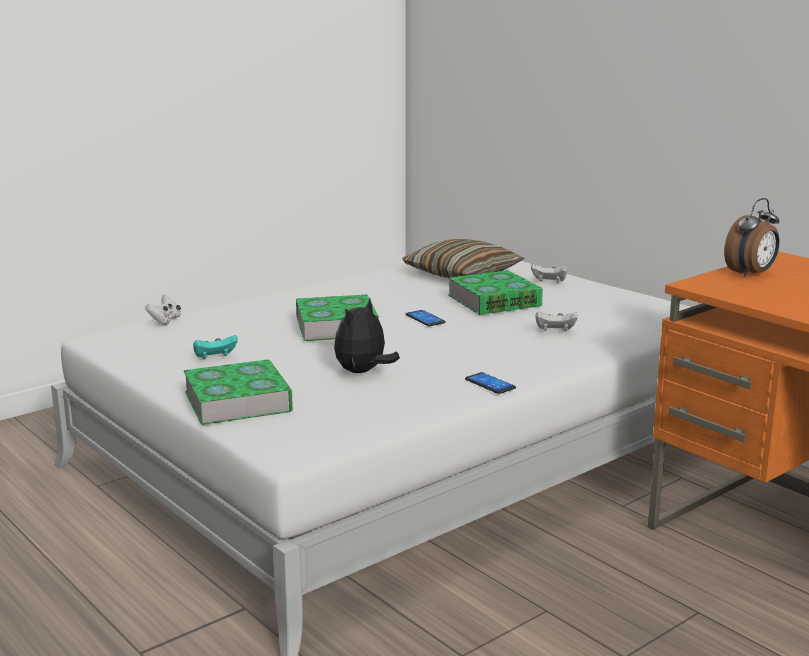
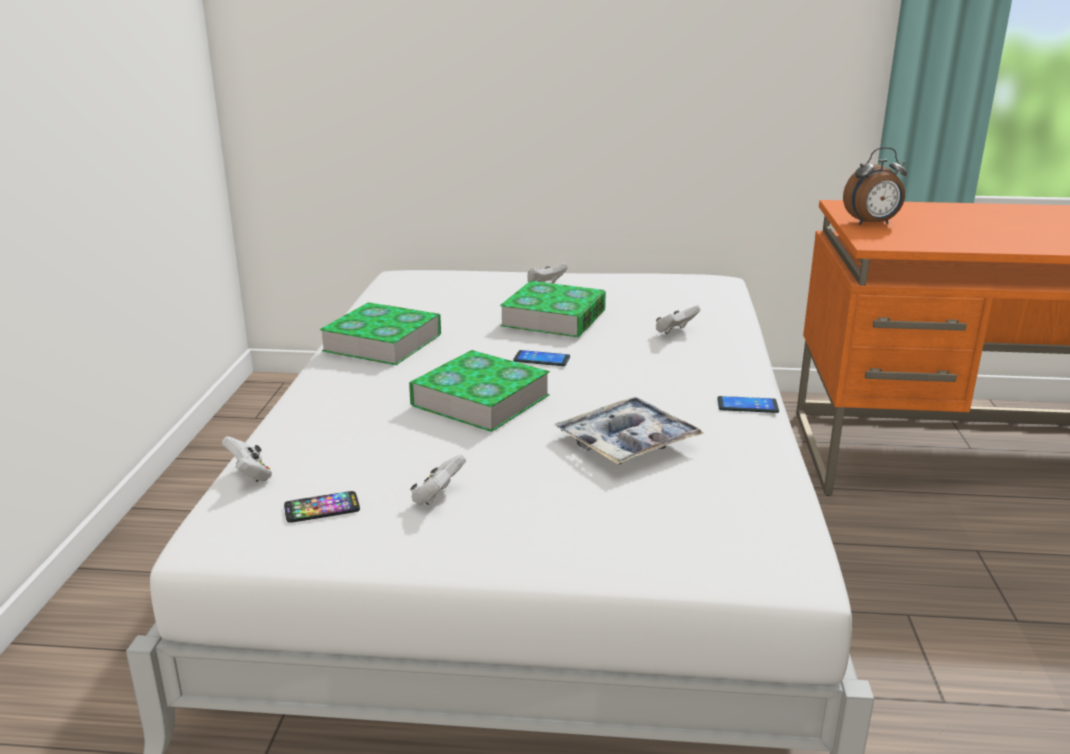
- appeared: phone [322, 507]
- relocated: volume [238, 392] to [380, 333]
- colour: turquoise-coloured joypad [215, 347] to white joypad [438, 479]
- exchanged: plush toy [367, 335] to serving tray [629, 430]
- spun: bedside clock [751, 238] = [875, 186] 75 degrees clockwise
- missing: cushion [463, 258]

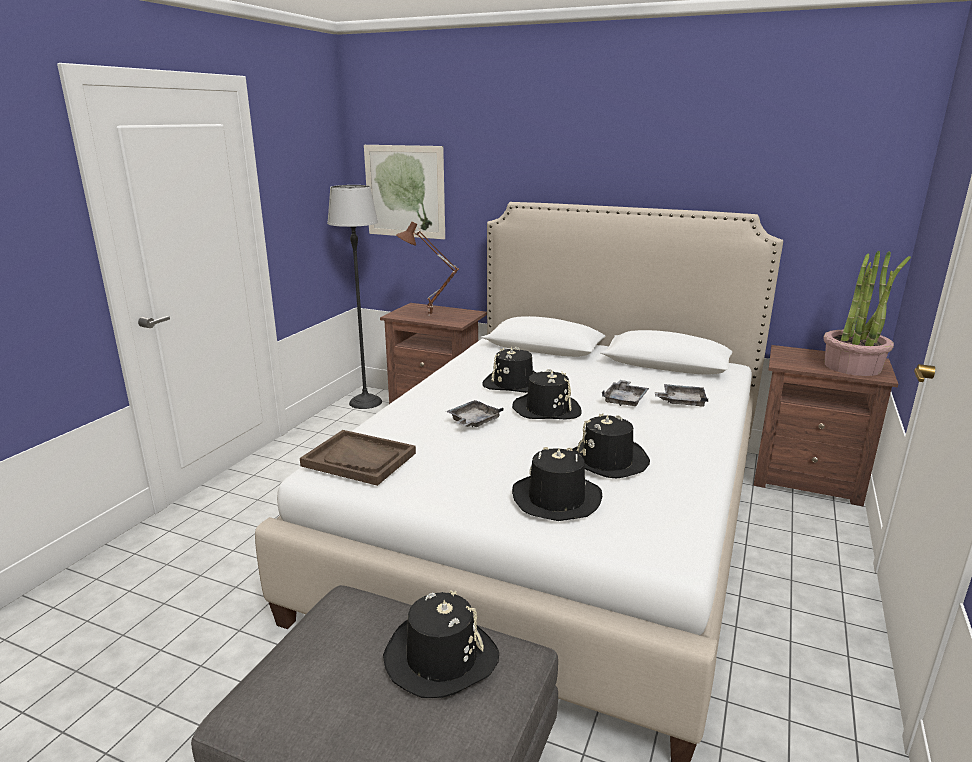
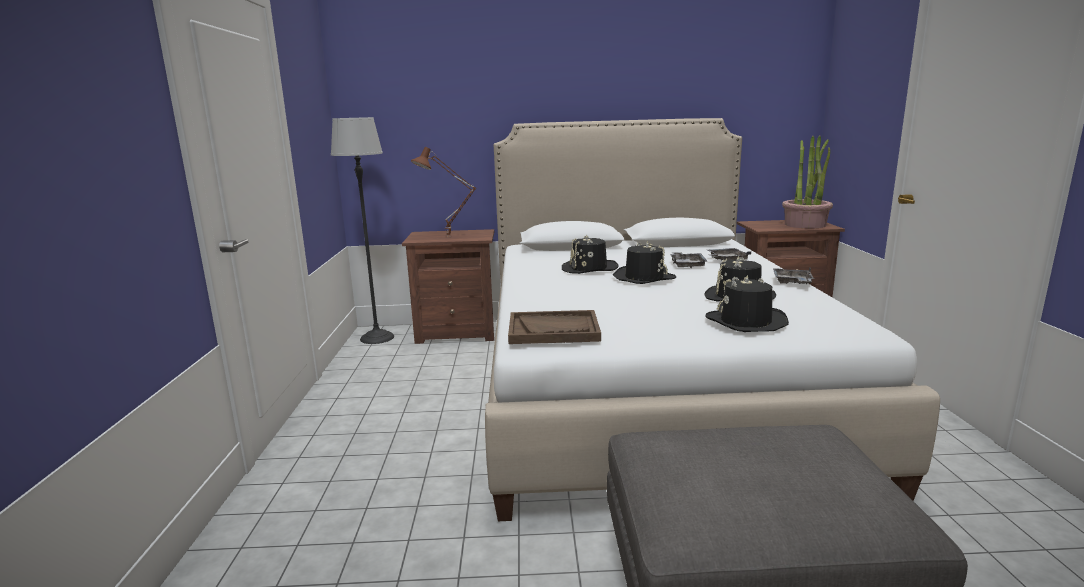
- relocated: grey serving tray [475, 413] to [793, 276]
- missing: wall art [404, 192]
- missing: black clothing hat [441, 644]

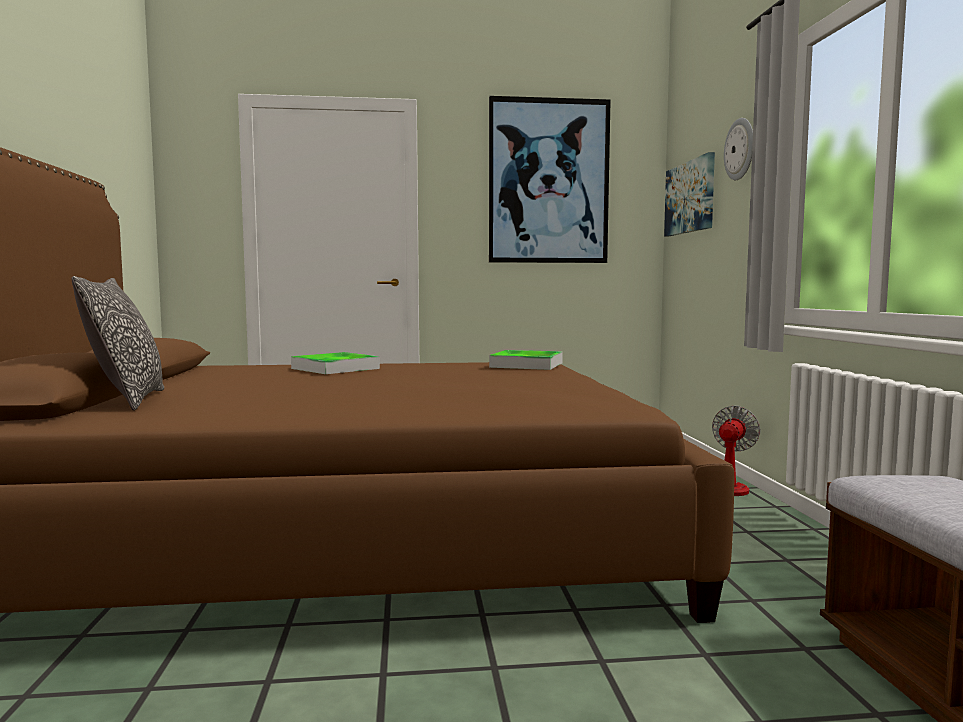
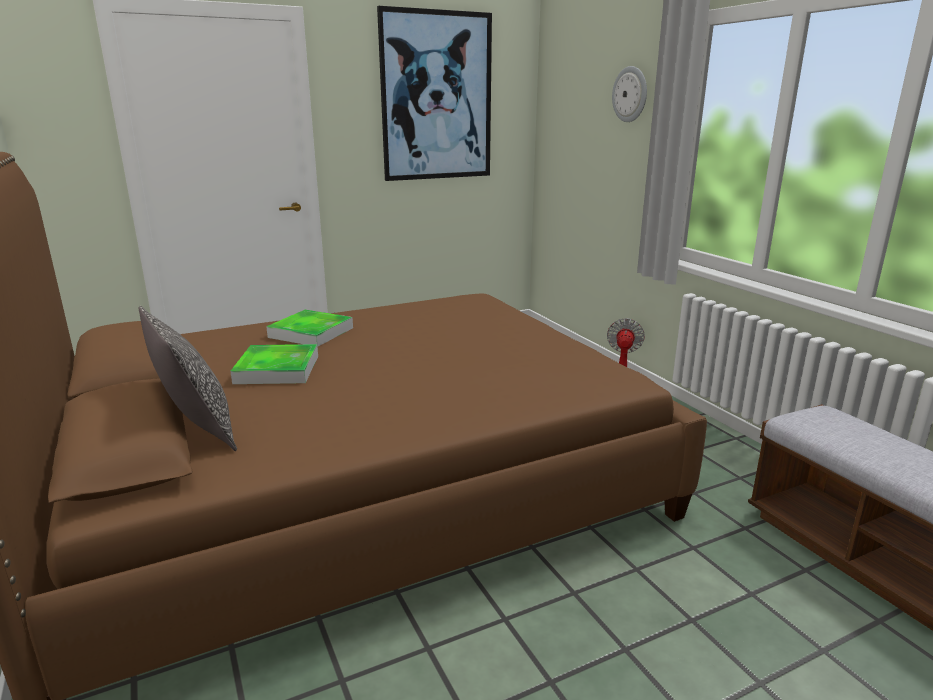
- relocated: serving tray [526, 360] to [274, 364]
- missing: wall art [689, 194]

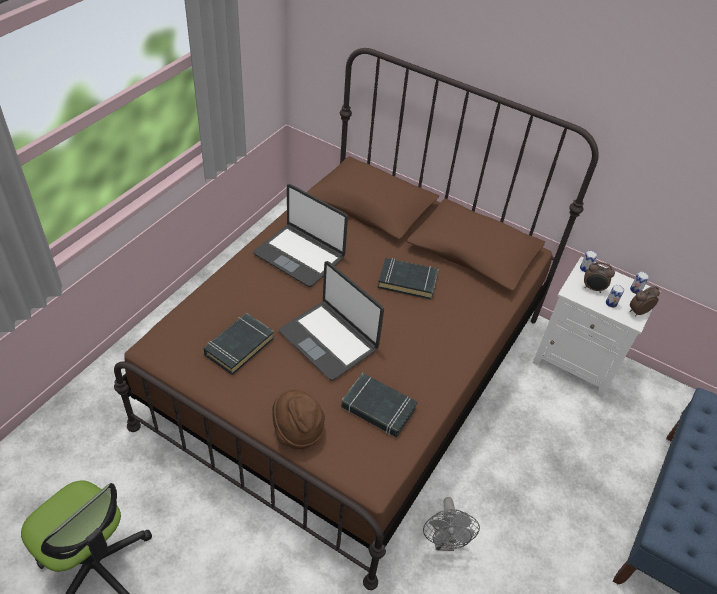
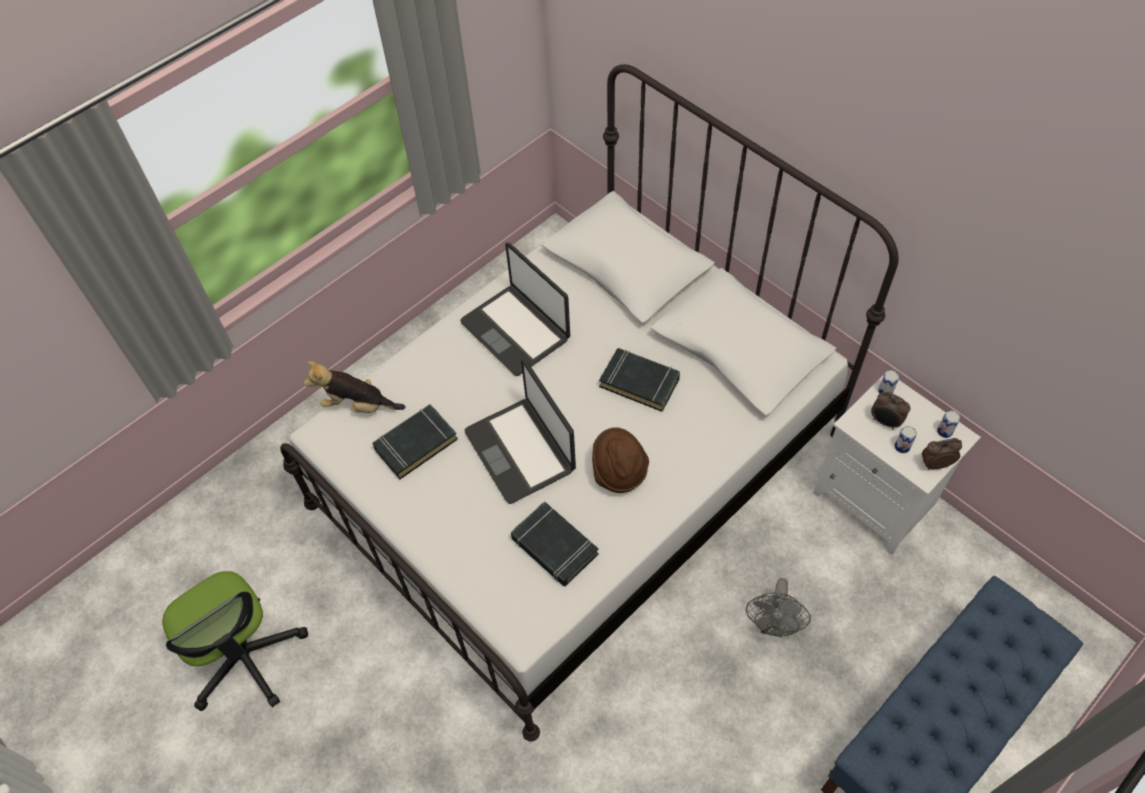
- colour: brown bed [356, 319] to white bed [589, 402]
- appeared: plush toy [354, 387]
- relocated: brown clothing hat [298, 419] to [620, 460]
- relocated: grey cooling fan [451, 524] to [778, 608]

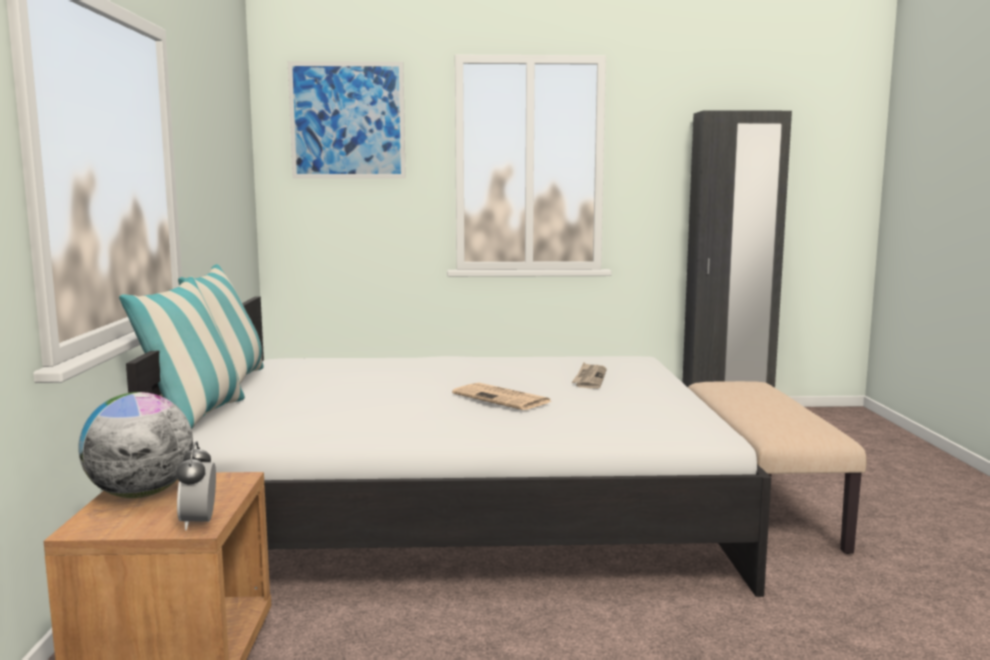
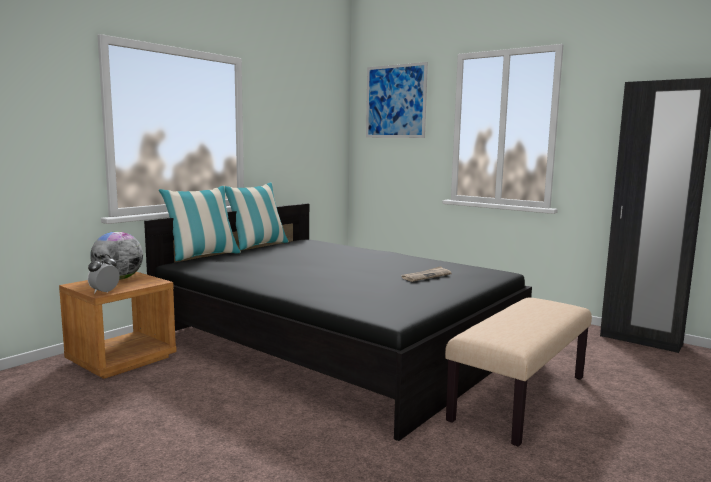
- colour: white bed [448, 447] to black bed [338, 322]
- missing: daily paper [502, 396]

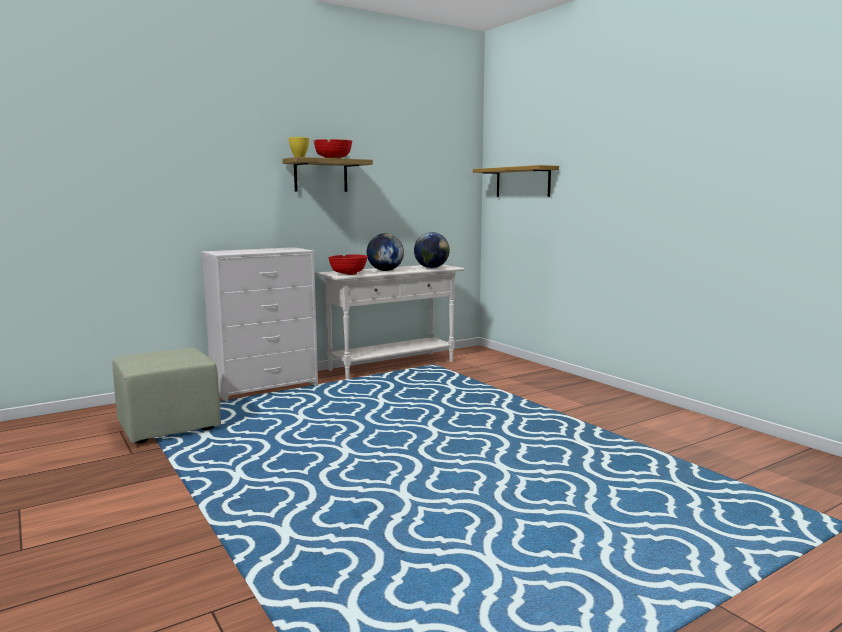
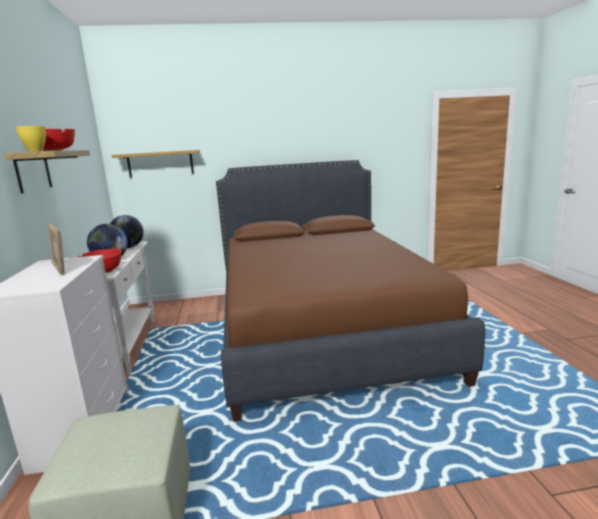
- appeared: standing frame [56, 249]
- appeared: brown bed [350, 291]

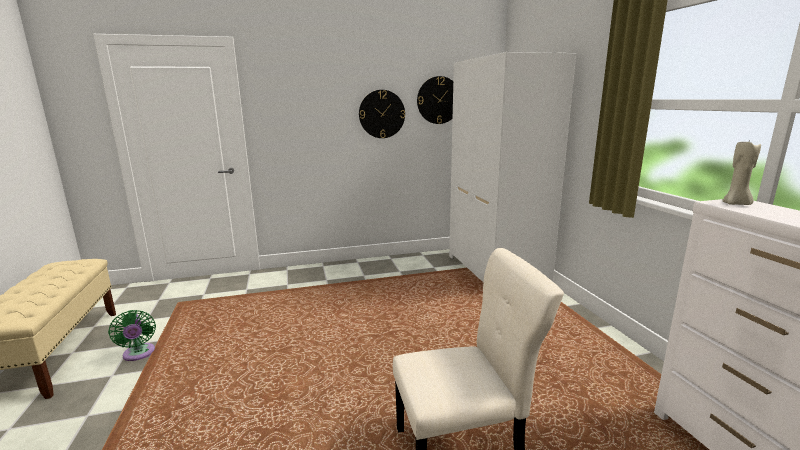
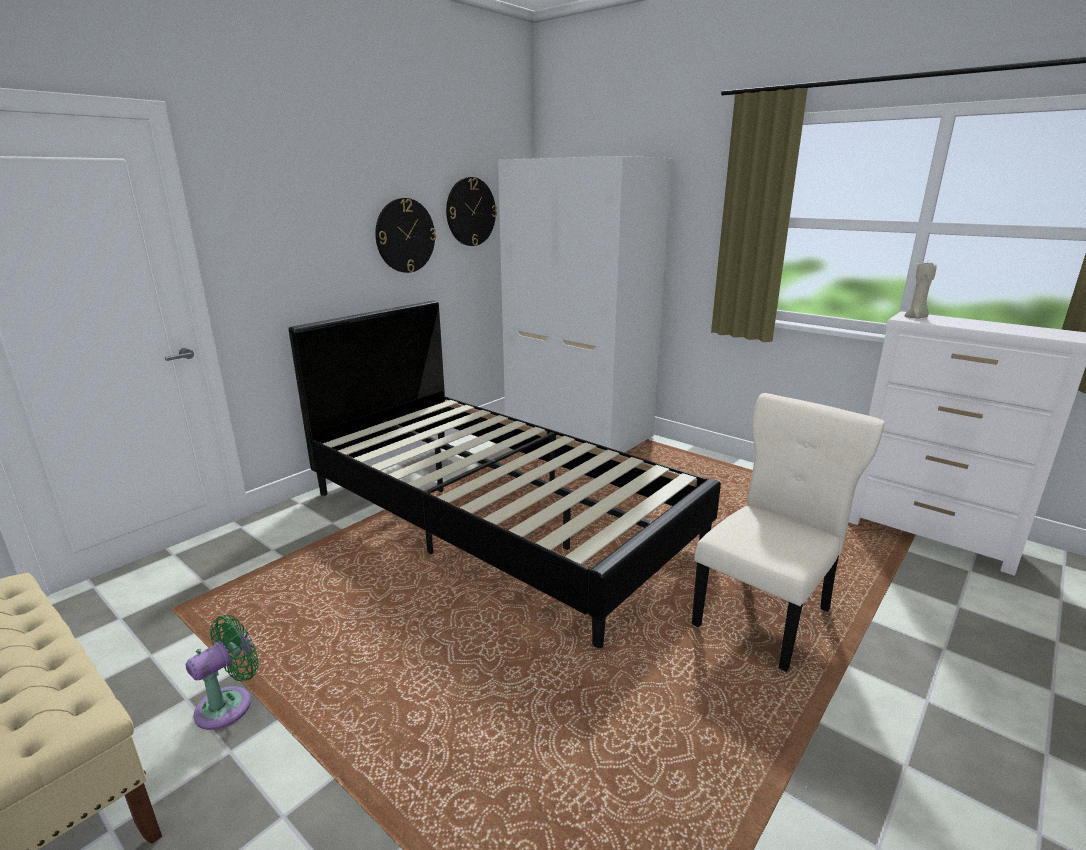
- spun: green cooling fan [132, 335] = [222, 672] 75 degrees counterclockwise
- appeared: black bed [505, 474]

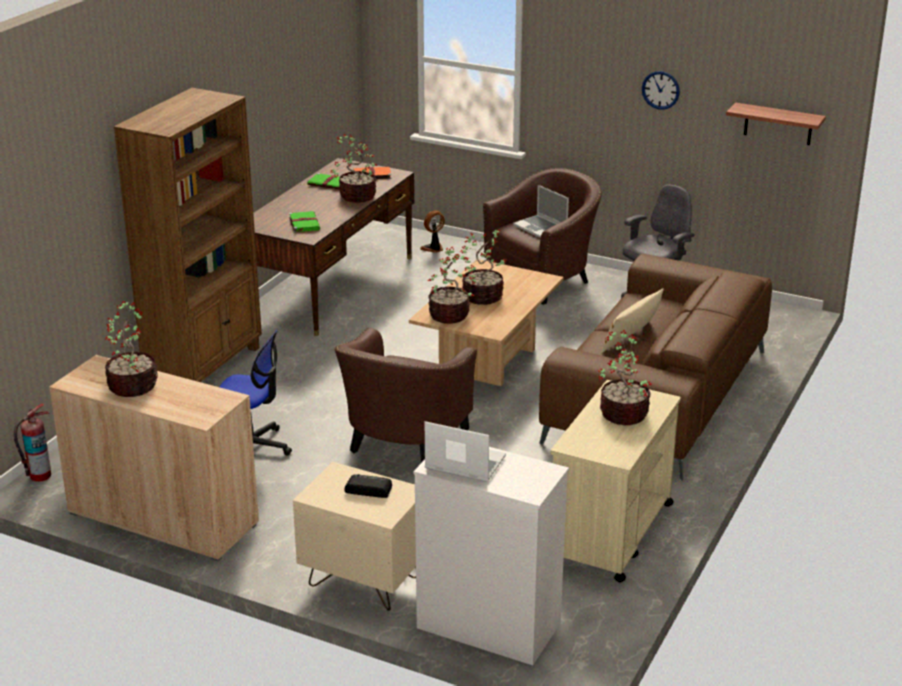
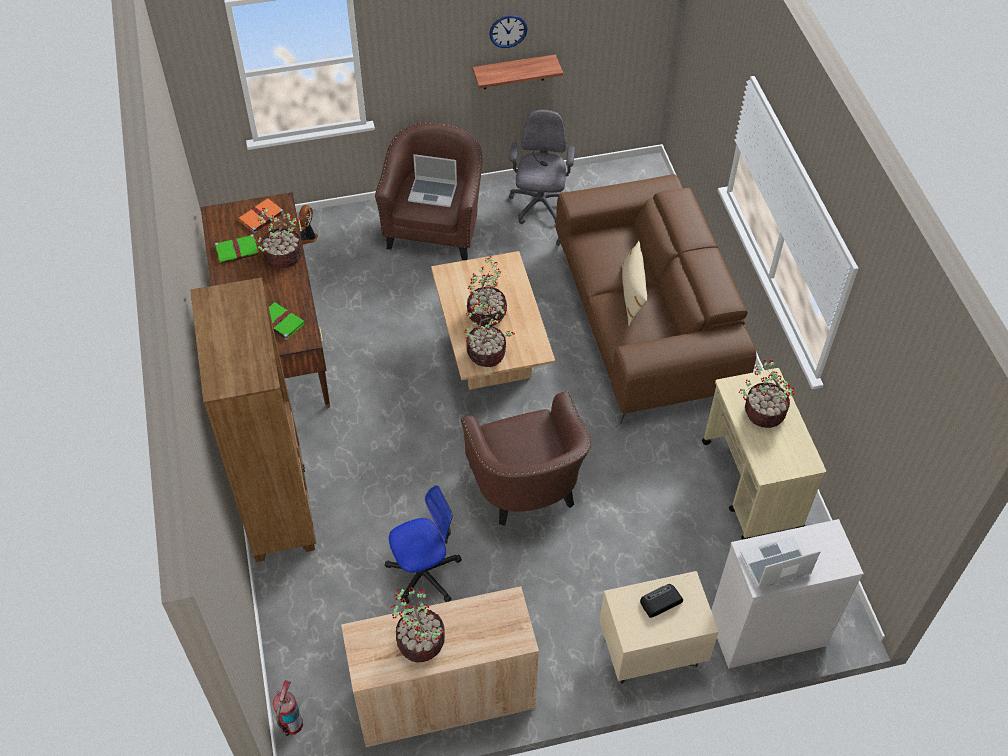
- relocated: shelf [776, 123] to [517, 71]

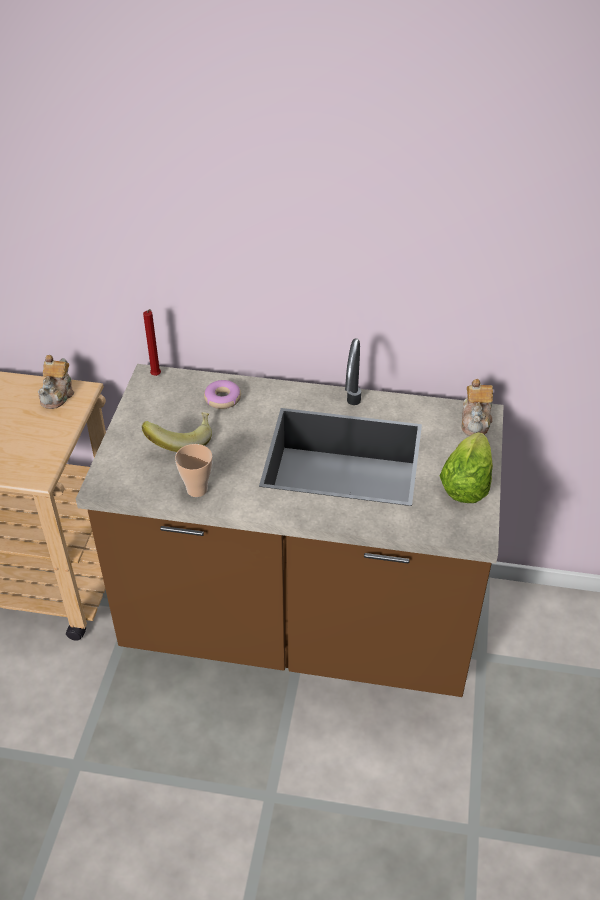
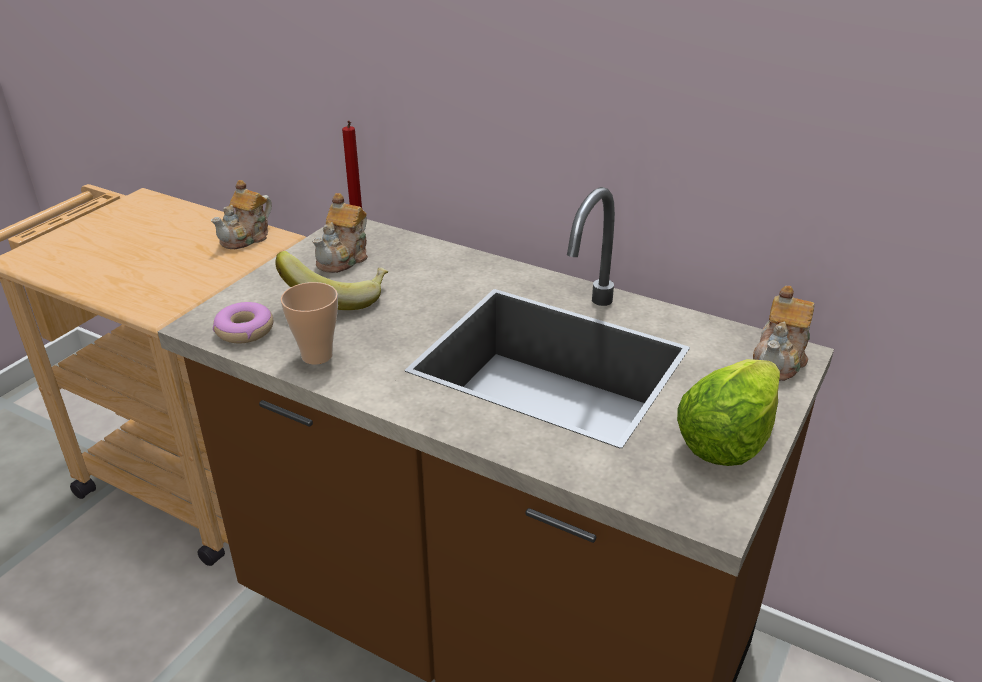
- relocated: doughnut [222, 394] to [243, 322]
- appeared: teapot [340, 233]

